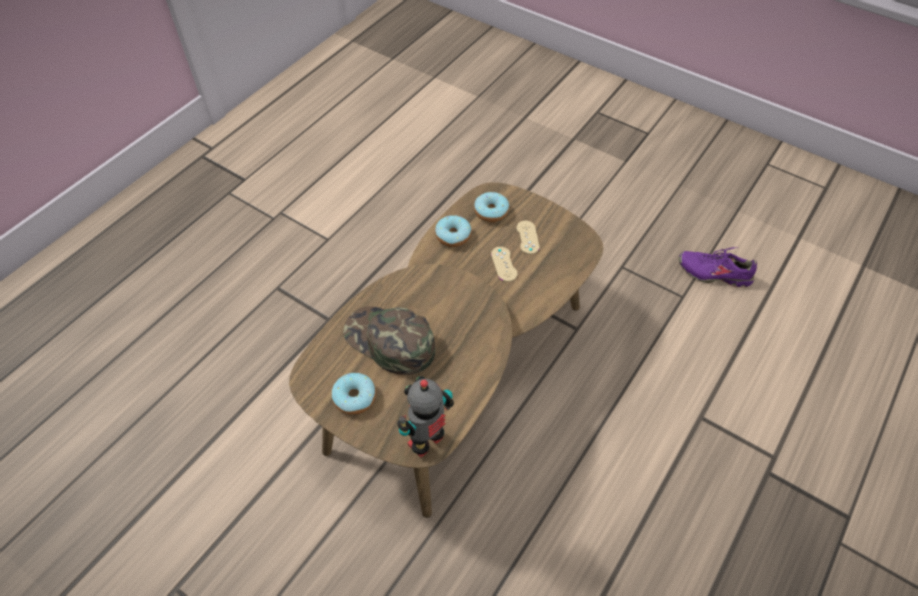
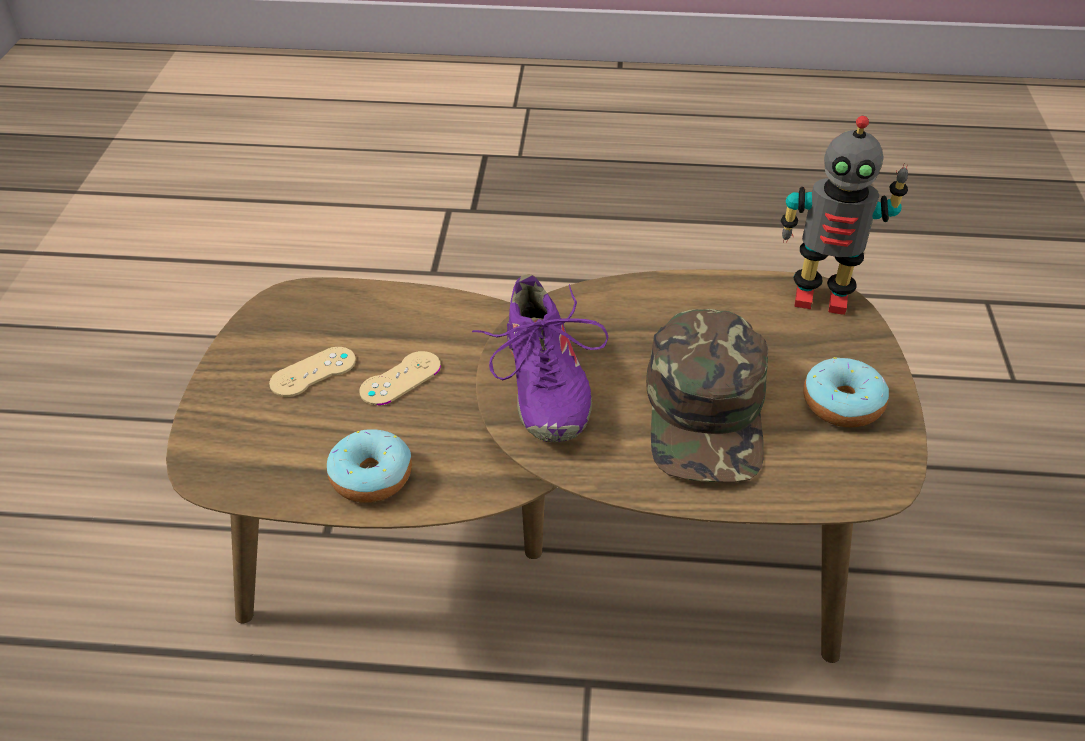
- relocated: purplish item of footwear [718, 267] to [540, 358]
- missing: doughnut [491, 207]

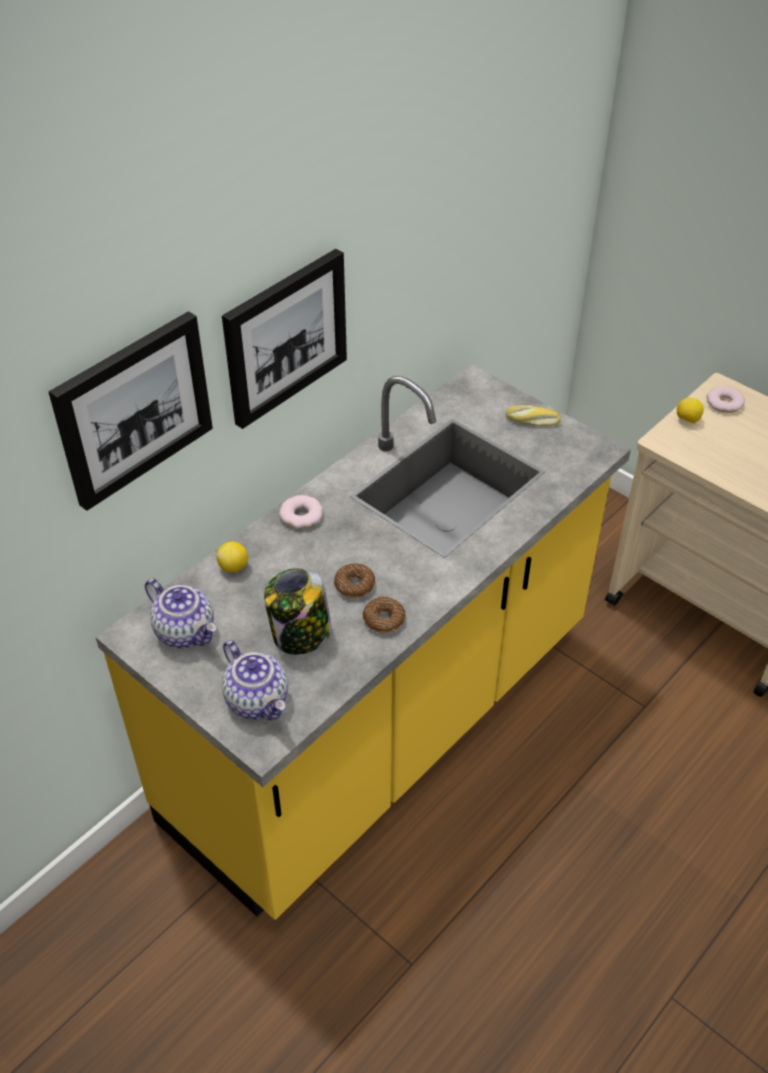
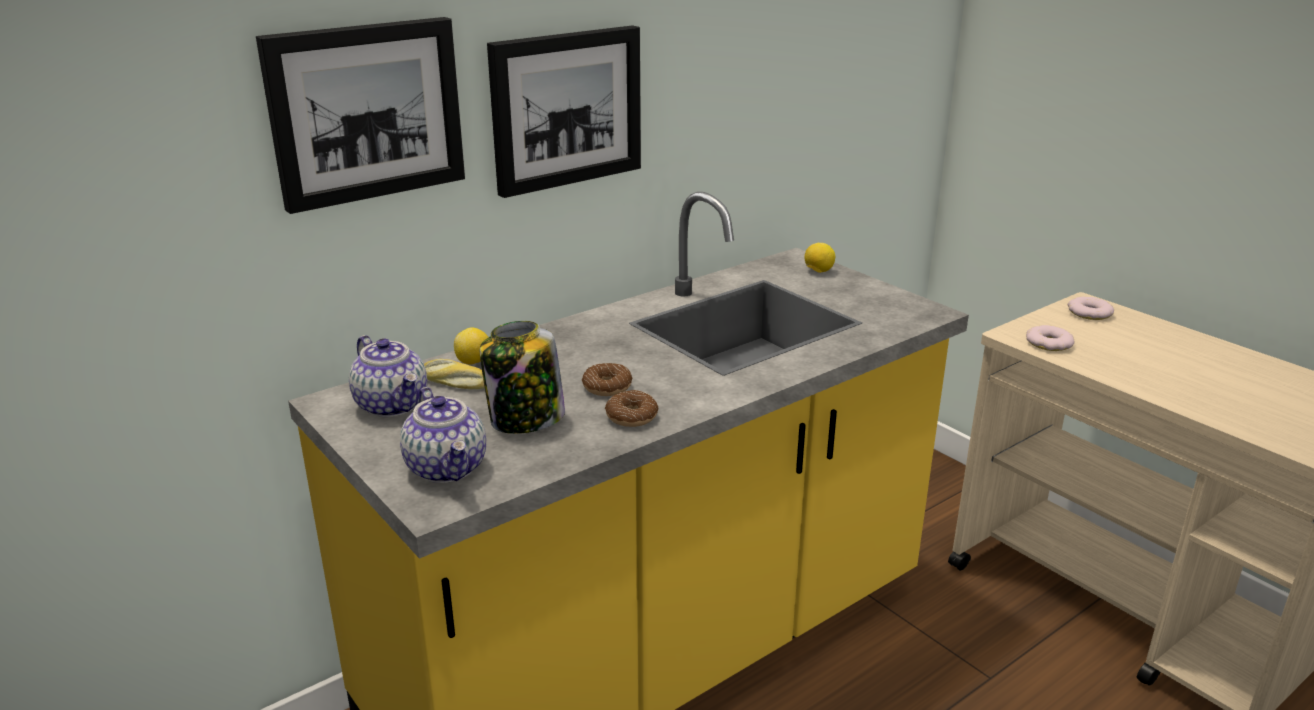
- relocated: bread [533, 415] to [454, 374]
- relocated: whole lemon [690, 410] to [819, 258]
- relocated: doughnut [301, 512] to [1050, 338]

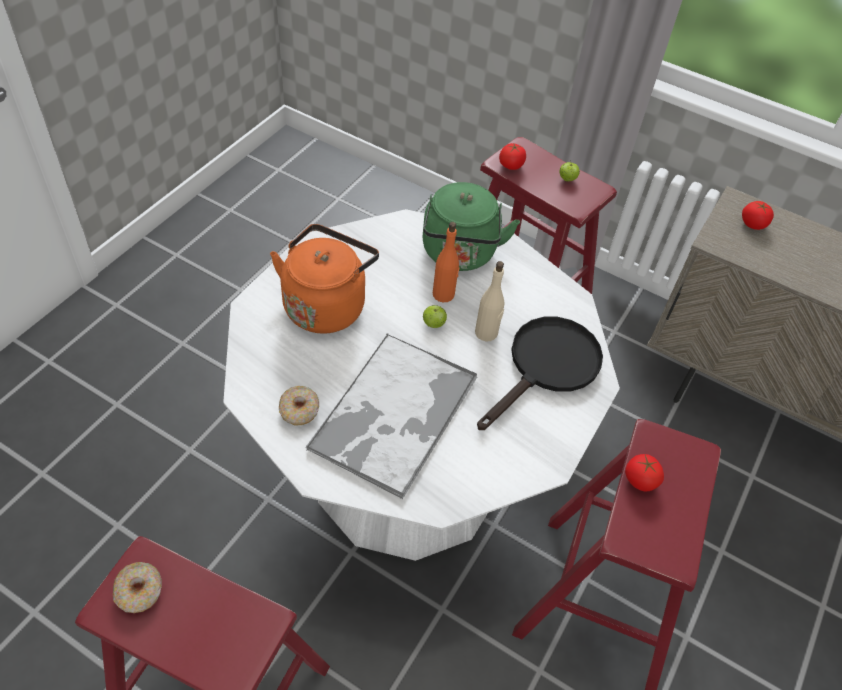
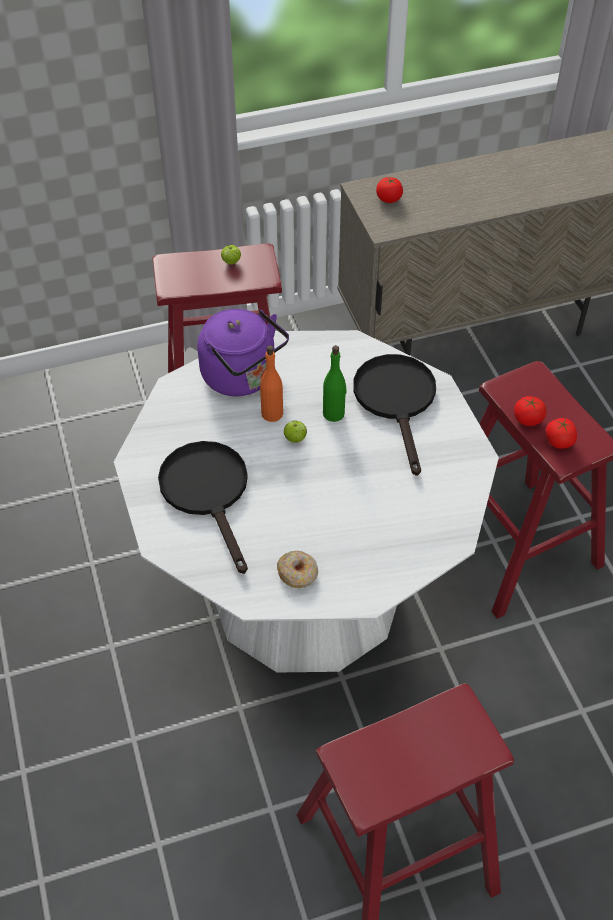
- exchanged: orangey water kettle [324, 279] to black skillet [203, 507]
- colour: green water kettle [471, 226] to purplish water kettle [243, 353]
- colour: sand-coloured beverage bottle [490, 301] to green beverage bottle [334, 383]
- relocated: whole tomato [512, 156] to [561, 433]
- missing: doughnut [137, 587]
- missing: serving tray [391, 416]

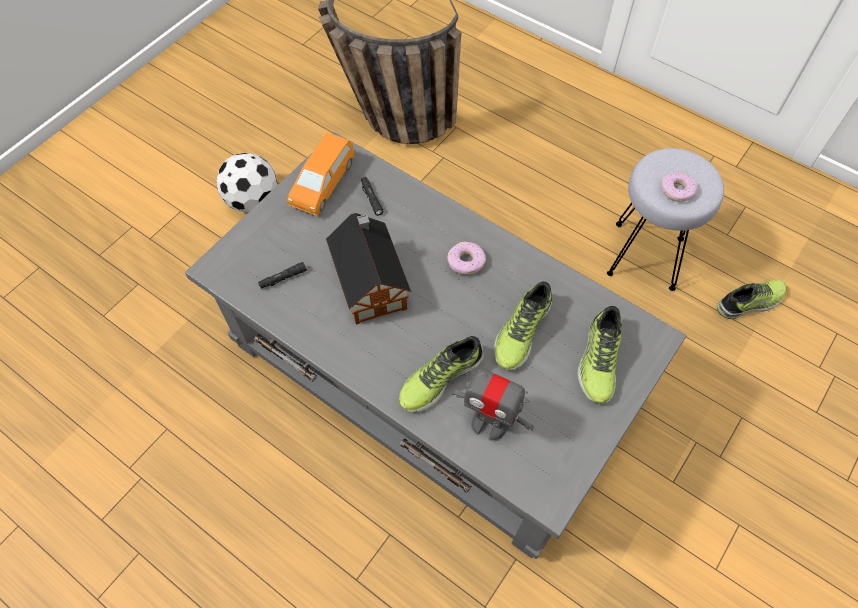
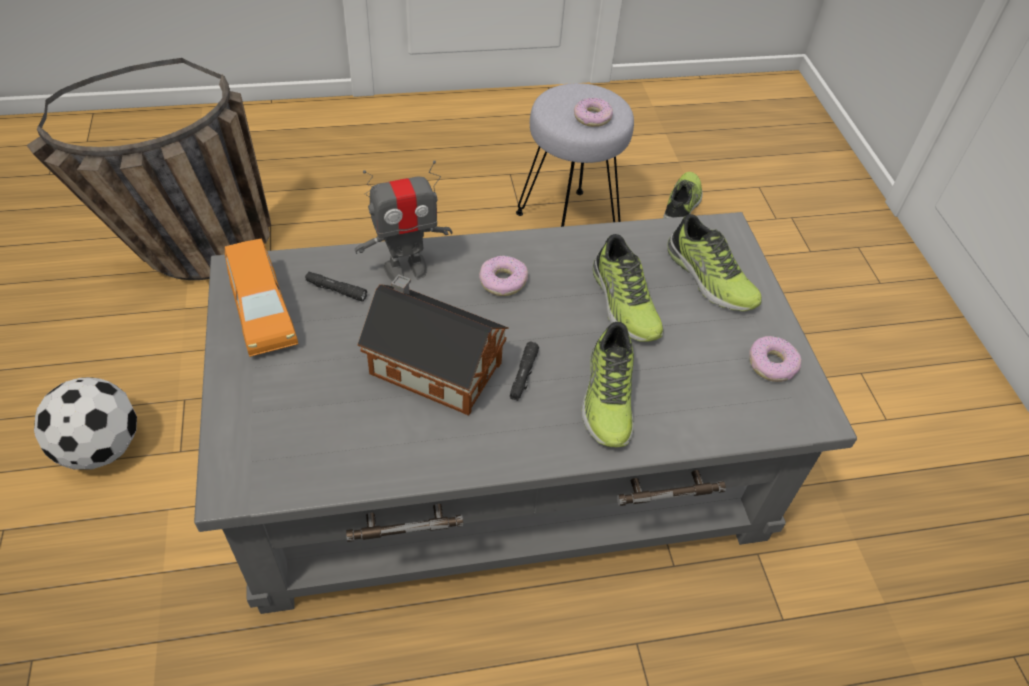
- relocated: toy robot [493, 402] to [403, 221]
- relocated: black hand torch [282, 275] to [524, 371]
- appeared: doughnut [775, 359]

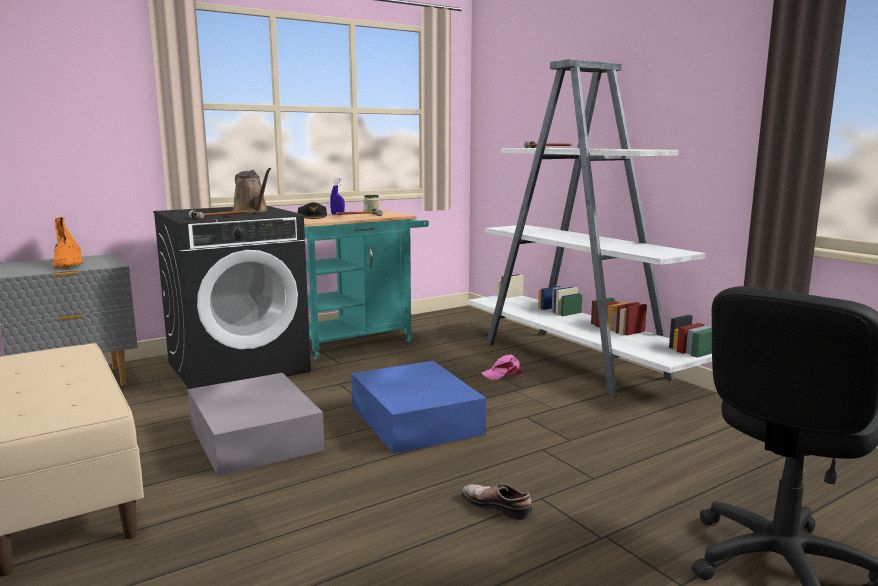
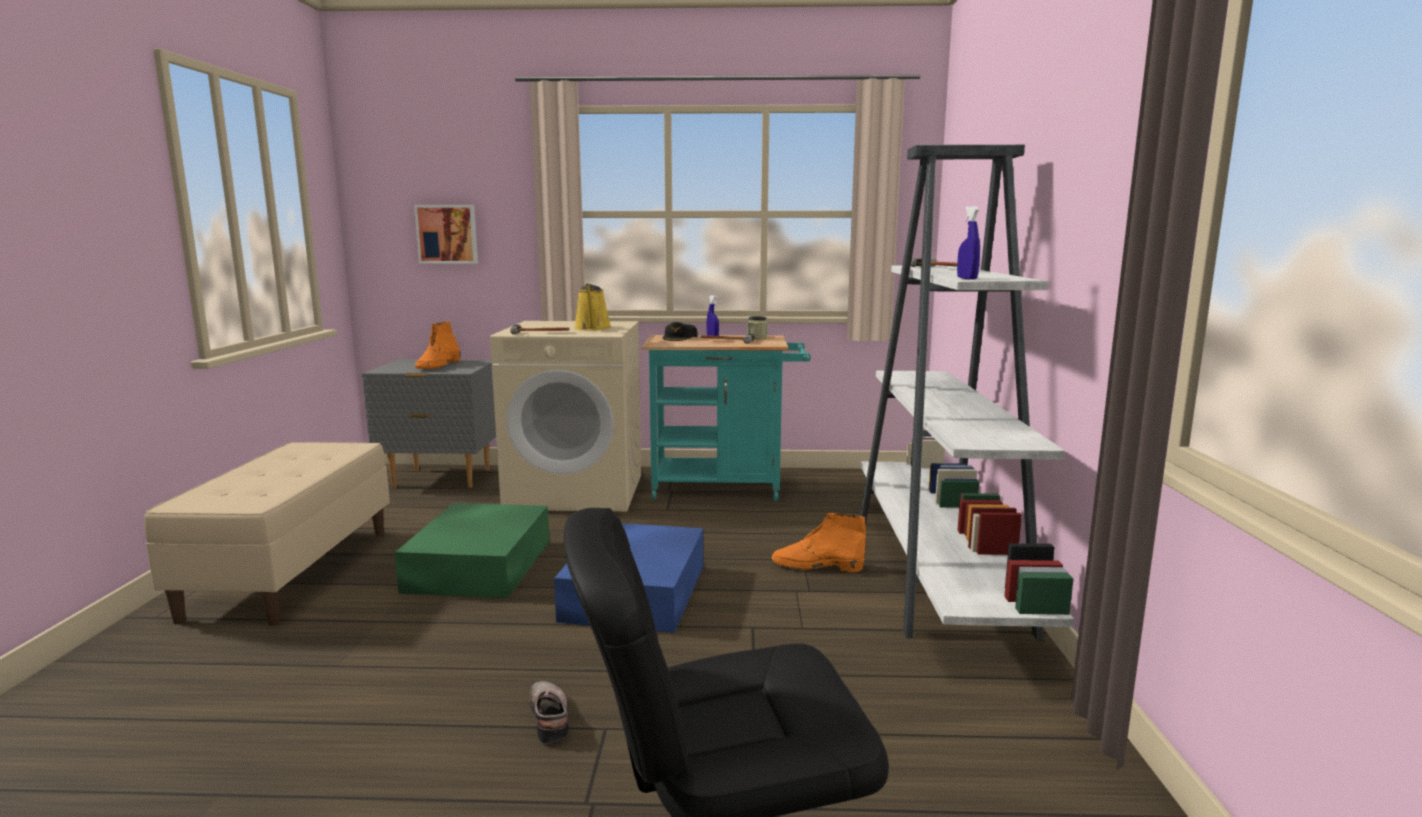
- colour: grey storage box [256, 424] to green storage box [472, 550]
- appeared: wall art [446, 234]
- colour: black laundry appliance [232, 297] to sand-coloured laundry appliance [565, 416]
- colour: brown watering pot [252, 190] to yellow-coloured watering pot [592, 307]
- exchanged: pinkish baseball cap [502, 367] to orangey boot [819, 542]
- appeared: blue-coloured spray bottle [968, 243]

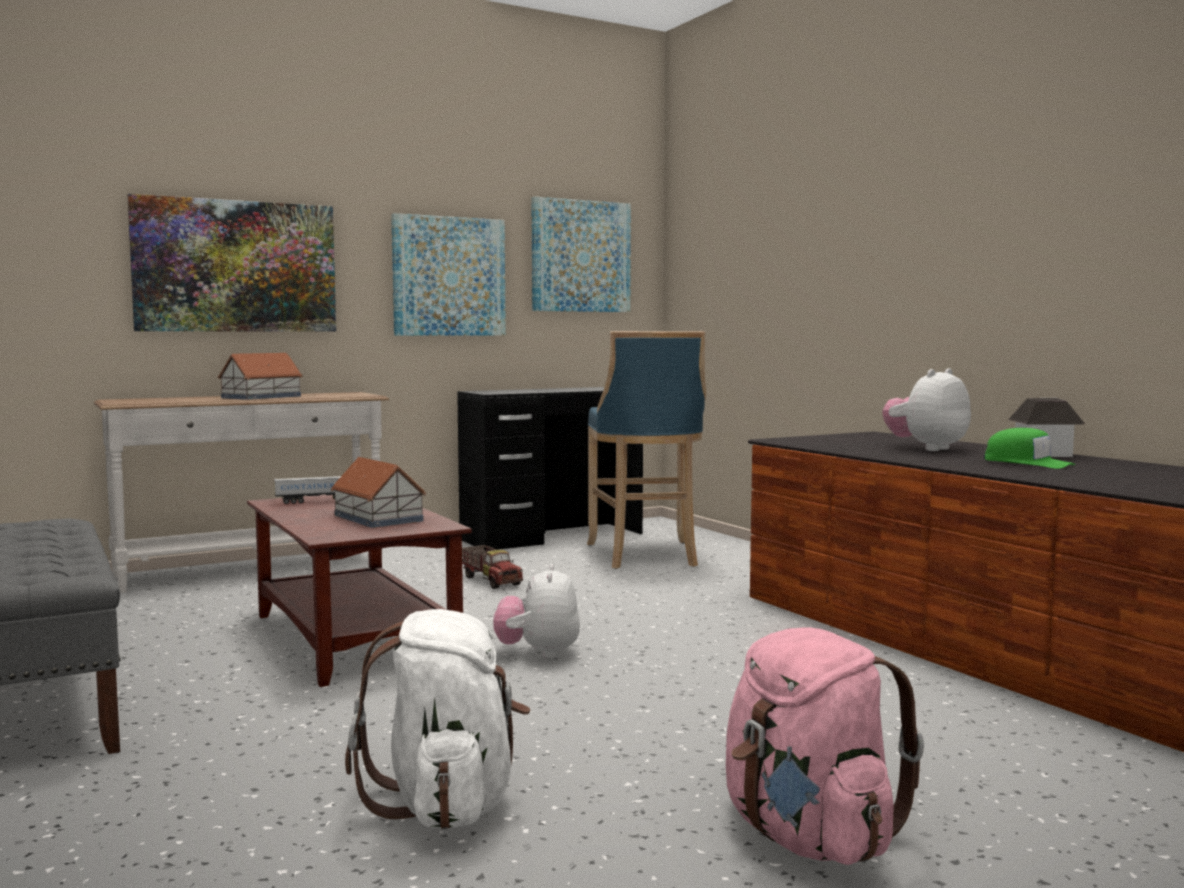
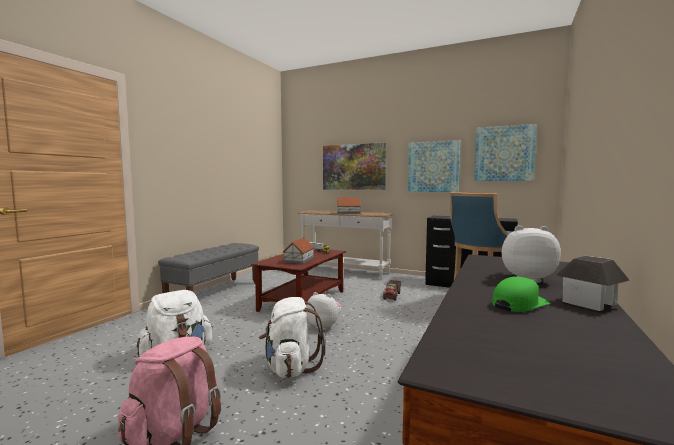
- appeared: white rucksack [292, 337]
- spun: plush toy [536, 611] = [324, 311] 60 degrees clockwise
- spun: green baseball cap [1030, 448] = [521, 294] 135 degrees counterclockwise

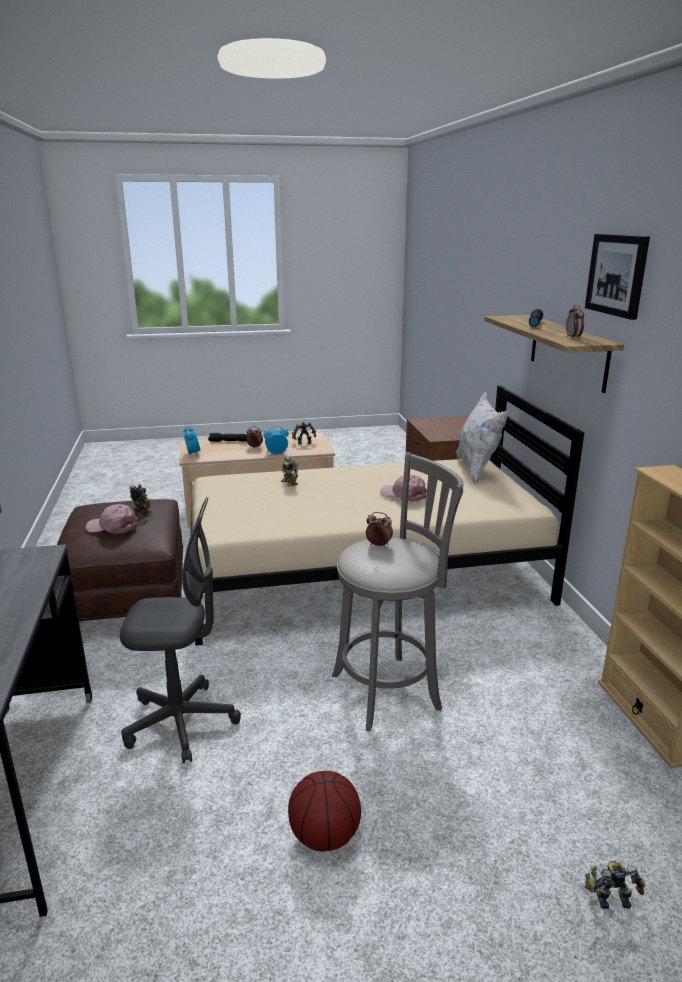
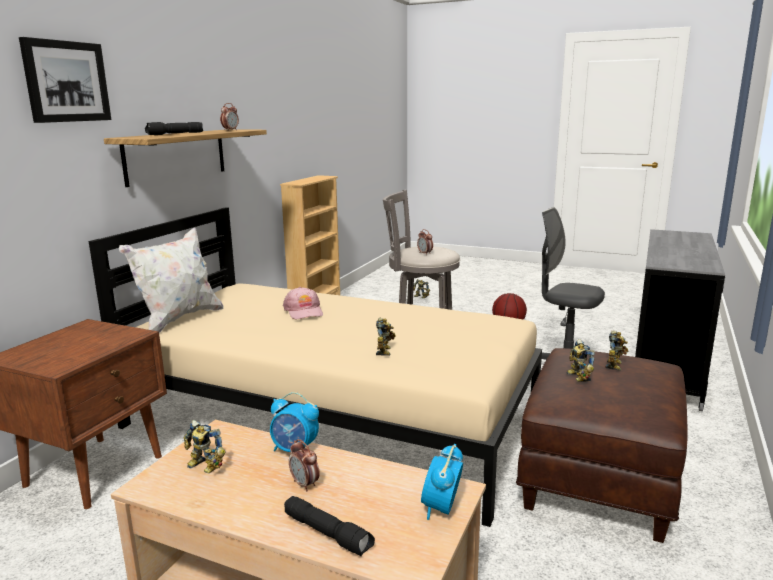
- relocated: wall art [617, 277] to [65, 80]
- exchanged: pinkish baseball cap [112, 519] to toy robot [617, 351]

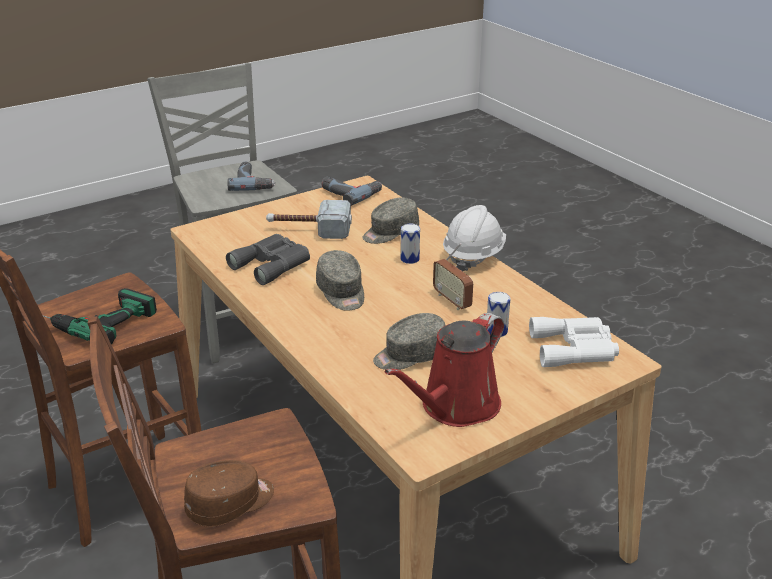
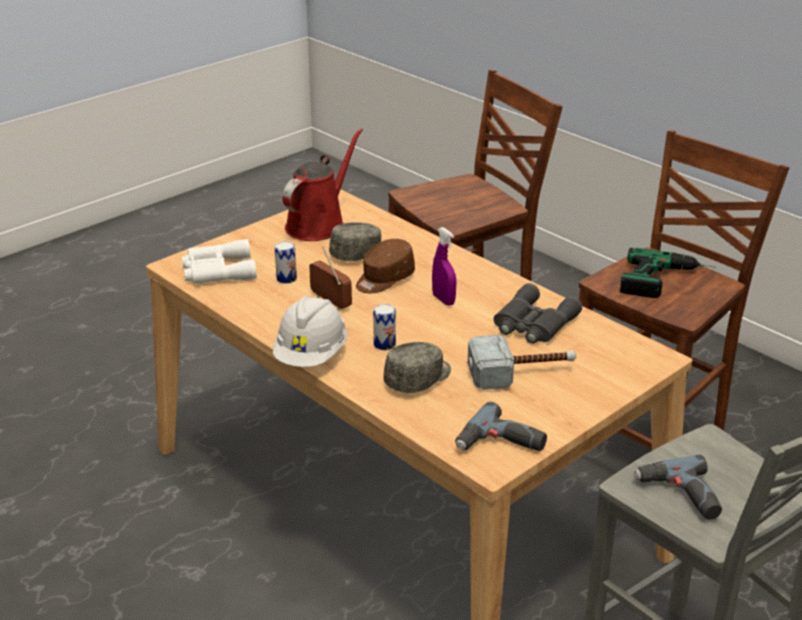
- relocated: brown baseball cap [229, 493] to [385, 266]
- exchanged: grey baseball cap [340, 280] to purplish spray bottle [444, 266]

